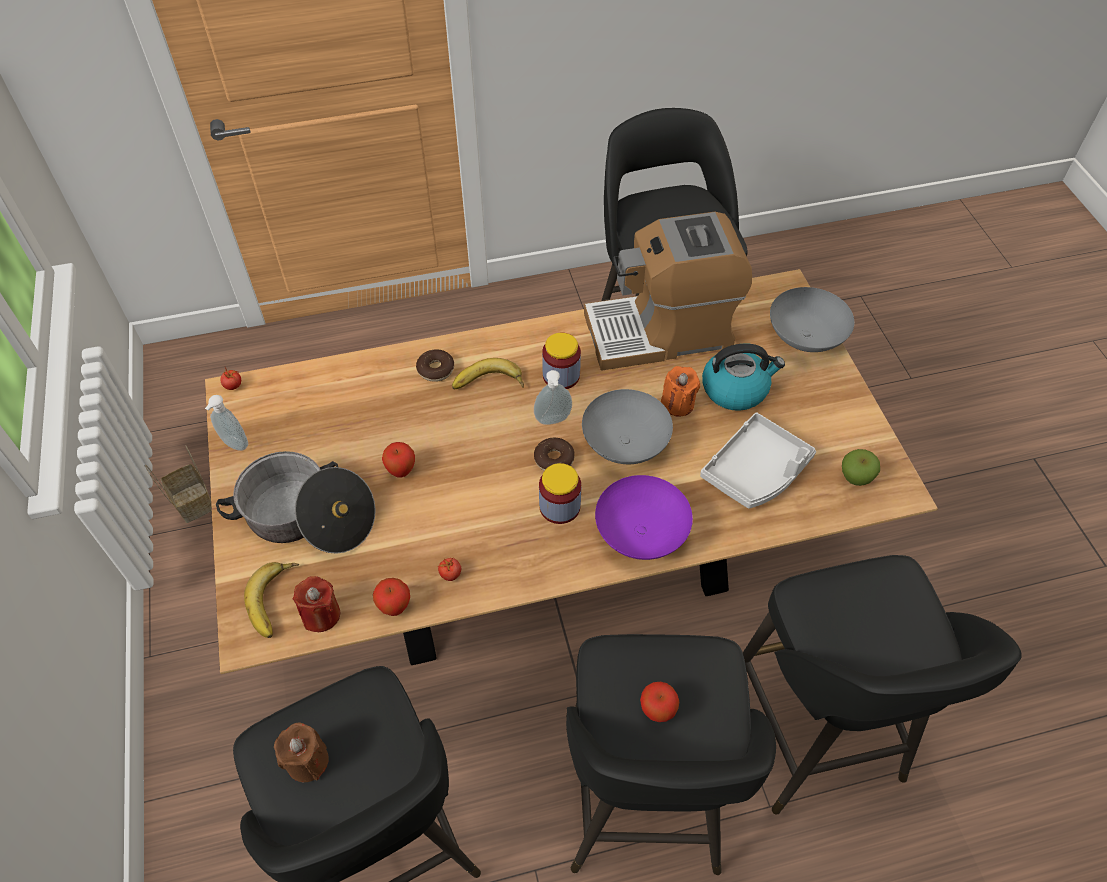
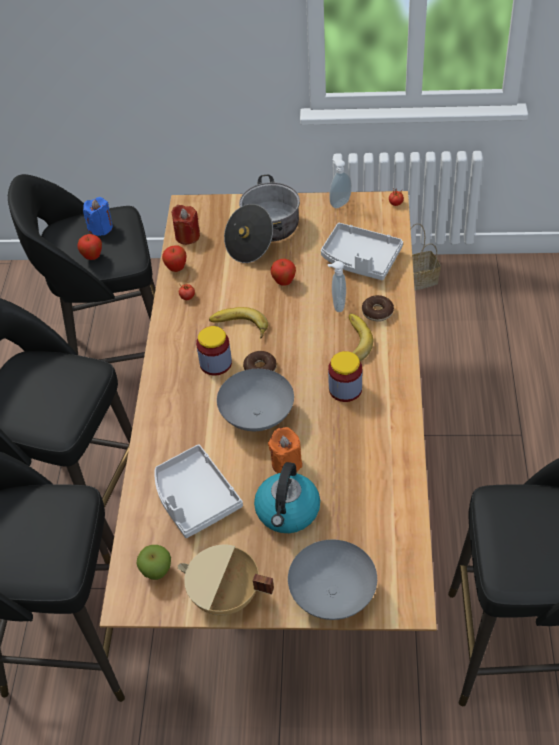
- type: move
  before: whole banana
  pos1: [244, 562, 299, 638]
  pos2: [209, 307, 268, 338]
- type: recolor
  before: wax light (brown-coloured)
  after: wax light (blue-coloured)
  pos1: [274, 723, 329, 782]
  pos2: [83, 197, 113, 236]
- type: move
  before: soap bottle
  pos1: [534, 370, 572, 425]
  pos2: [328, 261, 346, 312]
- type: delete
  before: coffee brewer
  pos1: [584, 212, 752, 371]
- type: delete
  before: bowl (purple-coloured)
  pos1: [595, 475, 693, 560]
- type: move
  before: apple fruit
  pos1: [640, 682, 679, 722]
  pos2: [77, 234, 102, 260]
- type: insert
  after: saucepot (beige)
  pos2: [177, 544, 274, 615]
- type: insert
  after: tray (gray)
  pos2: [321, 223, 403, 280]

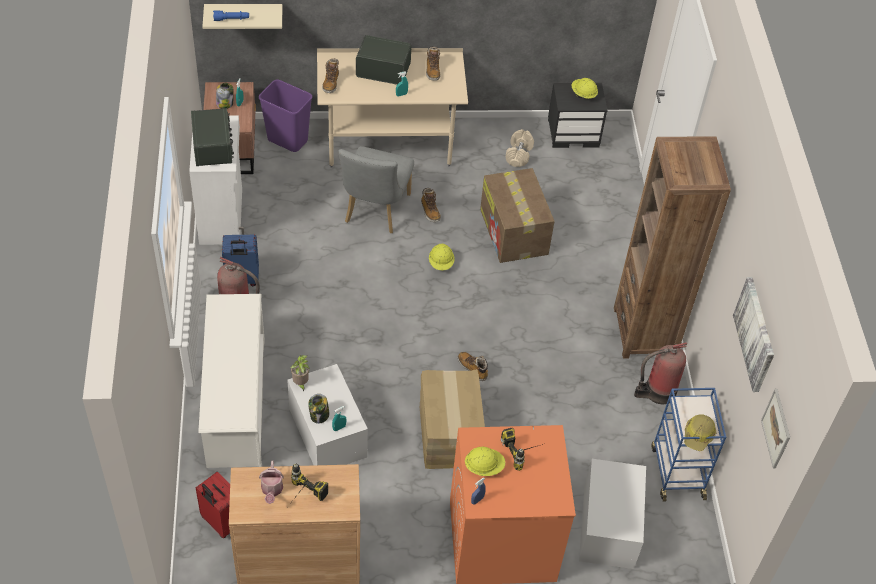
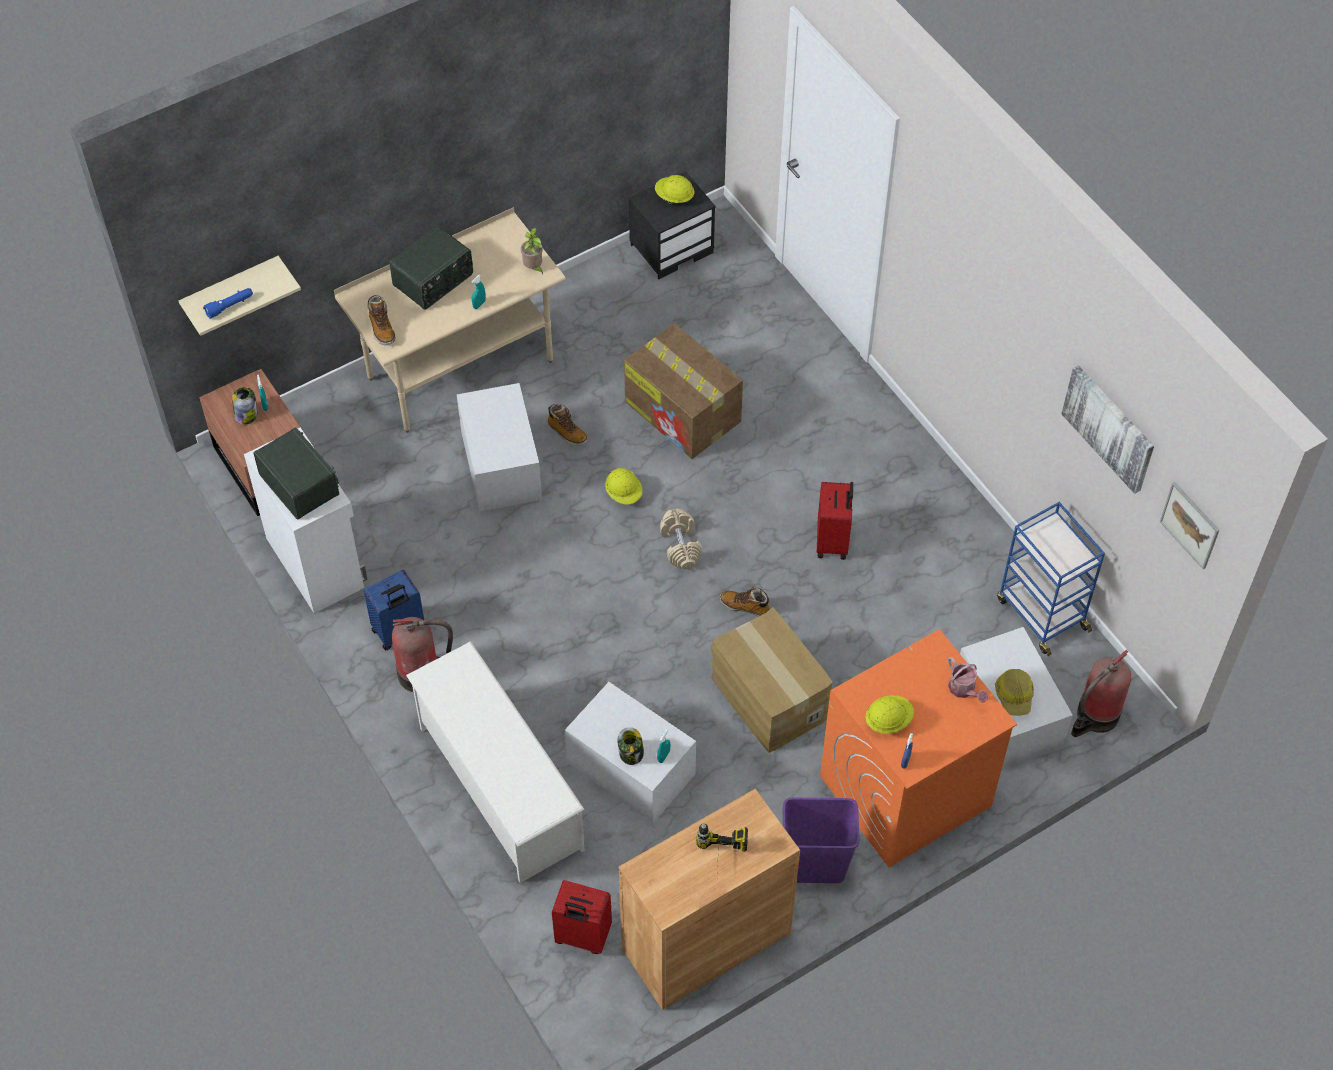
- type: move
  before: rubbish bin (purple-coloured)
  pos1: [259, 79, 312, 152]
  pos2: [783, 798, 859, 883]
- type: move
  before: watering can
  pos1: [259, 460, 284, 504]
  pos2: [948, 657, 988, 703]
- type: move
  before: plant in a pot
  pos1: [291, 355, 310, 392]
  pos2: [521, 228, 543, 274]
- type: replace
  before: upright chair (gray)
  after: storage container (whitish)
  pos1: [338, 146, 414, 233]
  pos2: [457, 383, 542, 512]
- type: rotate
  before: radio set
  pos1: [356, 35, 412, 85]
  pos2: [390, 226, 473, 310]
  turn: 150
- type: delete
  before: boot
  pos1: [426, 46, 441, 81]
- type: delete
  before: drill
  pos1: [501, 428, 543, 471]
- type: move
  before: hand weight (beige)
  pos1: [506, 129, 534, 167]
  pos2: [660, 508, 702, 569]
- type: delete
  before: bookshelf (brown-coloured)
  pos1: [614, 136, 731, 359]
- type: move
  before: fire-fighting cylinder
  pos1: [634, 342, 687, 404]
  pos2: [1071, 650, 1131, 737]
- type: move
  before: safety helmet
  pos1: [684, 414, 717, 451]
  pos2: [995, 669, 1034, 716]
- type: insert
  after: piece of luggage (red-coloured)
  pos2: [817, 482, 853, 560]

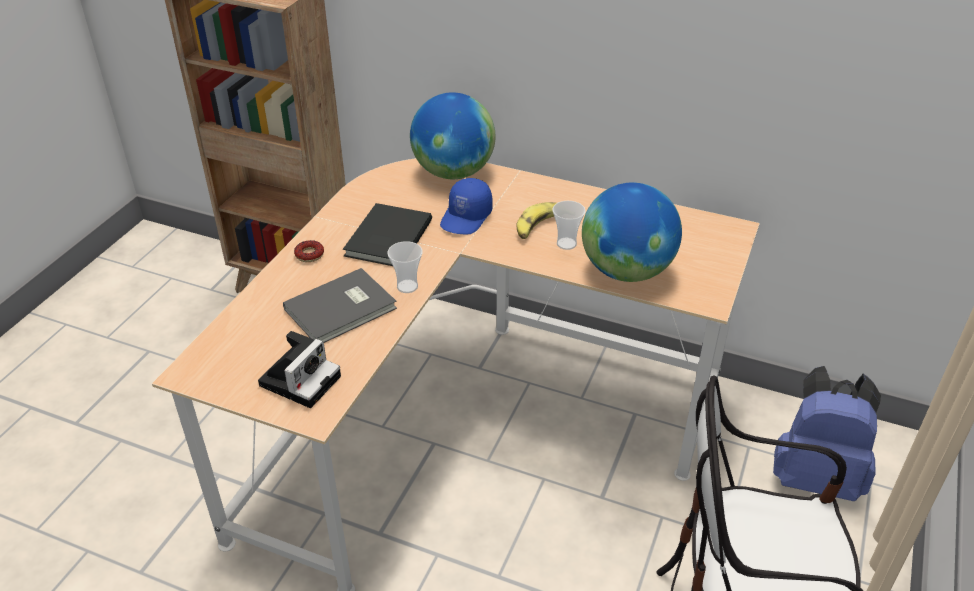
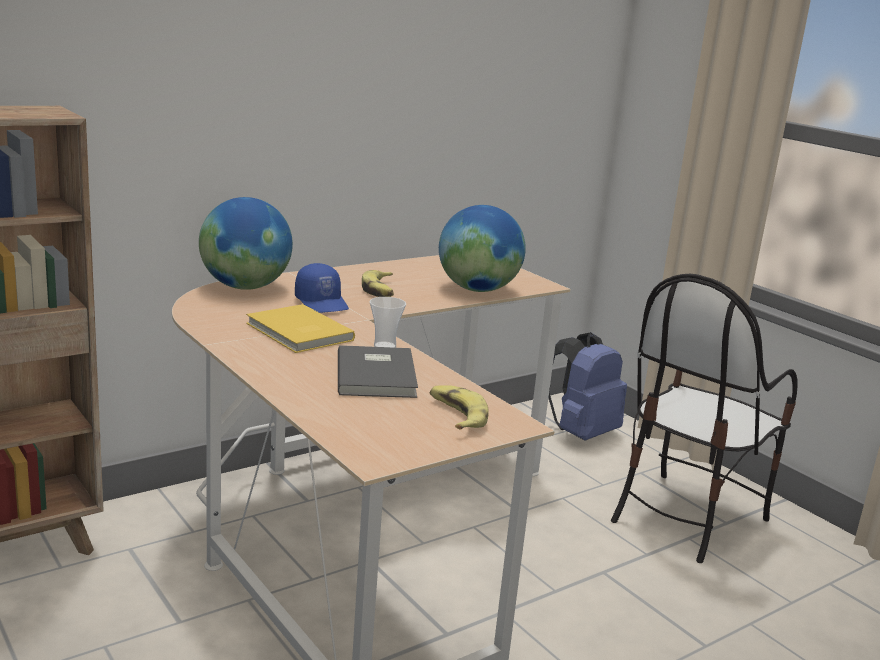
- type: replace
  before: still camera
  after: whole banana
  pos1: [258, 331, 341, 408]
  pos2: [429, 385, 489, 430]
- type: delete
  before: donut
  pos1: [294, 240, 324, 262]
- type: recolor
  before: book (black)
  after: book (yellow)
  pos1: [343, 203, 432, 266]
  pos2: [246, 304, 355, 353]
- type: delete
  before: small cup
  pos1: [552, 201, 586, 250]

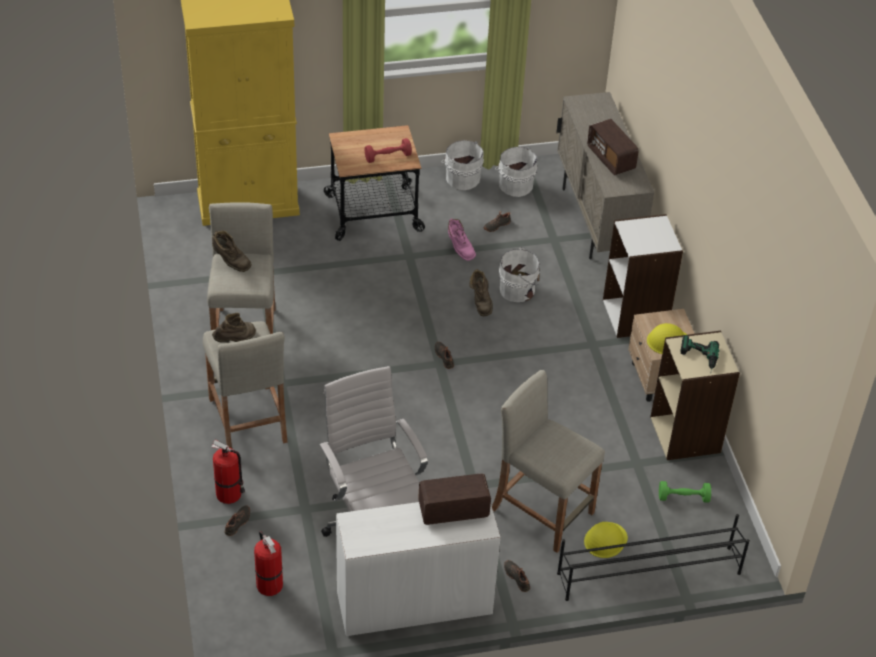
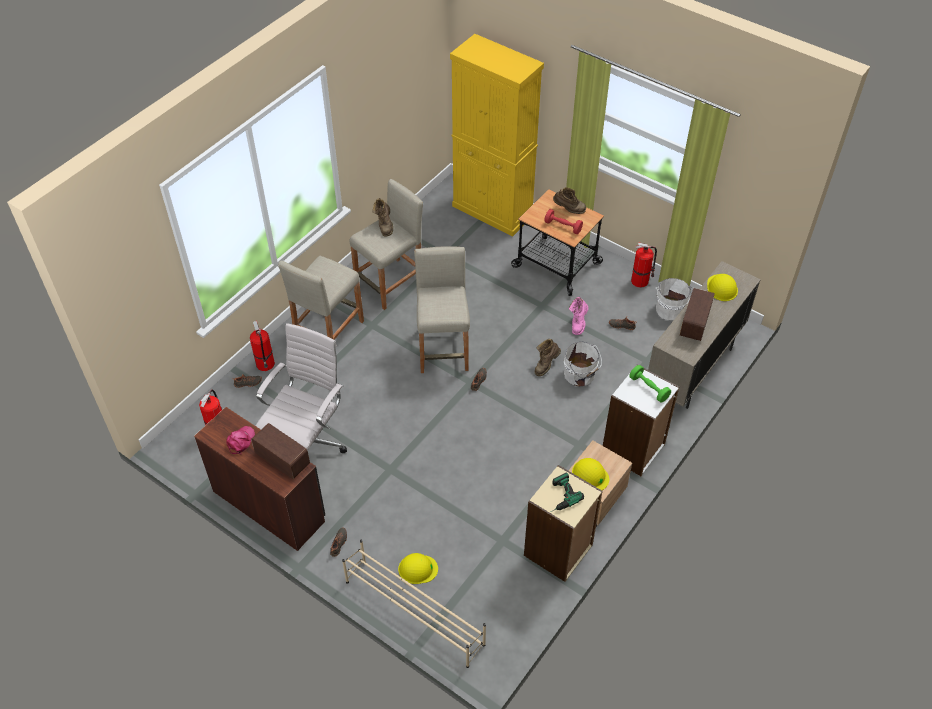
- type: move
  before: boot (brown-coloured)
  pos1: [212, 313, 256, 343]
  pos2: [553, 187, 586, 214]
- type: recolor
  before: desk table (whitish)
  after: desk table (brown-coloured)
  pos1: [336, 502, 501, 636]
  pos2: [194, 407, 325, 551]
- type: replace
  before: water bucket (whitish)
  after: fire-fighting cylinder
  pos1: [441, 140, 484, 190]
  pos2: [631, 242, 657, 288]
- type: move
  before: stool seat (beige)
  pos1: [492, 370, 605, 553]
  pos2: [414, 246, 470, 373]
- type: recolor
  before: shoe stand (black)
  after: shoe stand (beige)
  pos1: [557, 514, 750, 601]
  pos2: [342, 540, 486, 668]
- type: move
  before: hand weight (green-coloured)
  pos1: [659, 481, 711, 503]
  pos2: [630, 365, 671, 403]
- type: insert
  after: baseball cap (pink)
  pos2: [226, 426, 255, 454]
- type: insert
  after: safety helmet (yellow)
  pos2: [707, 274, 738, 301]

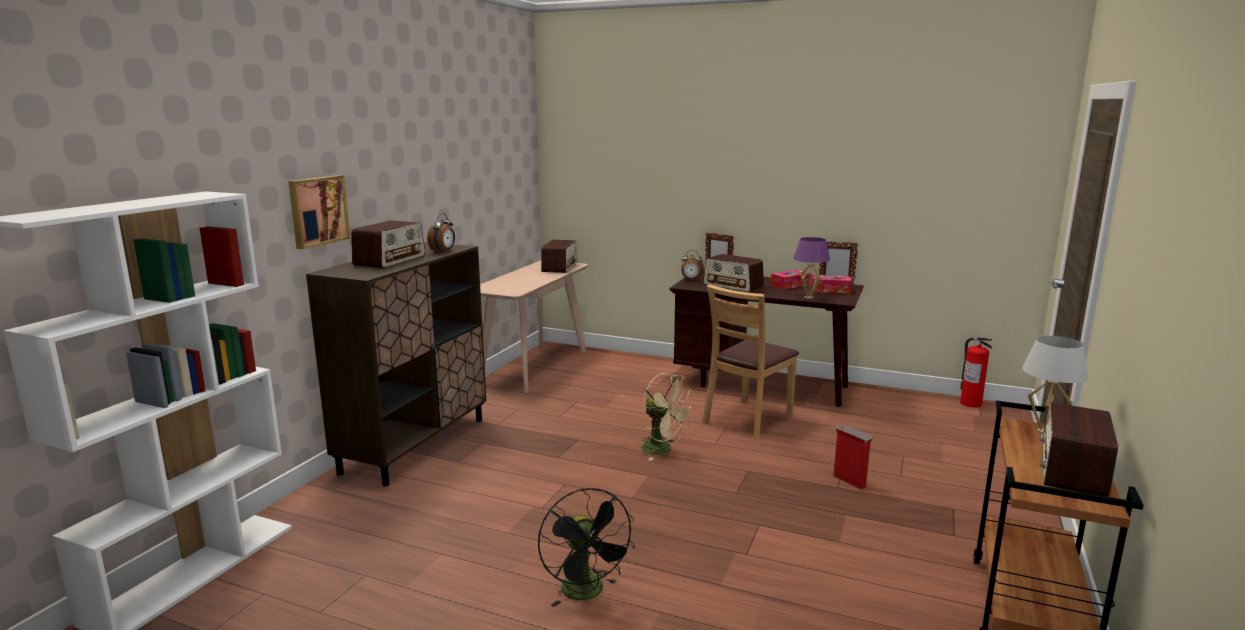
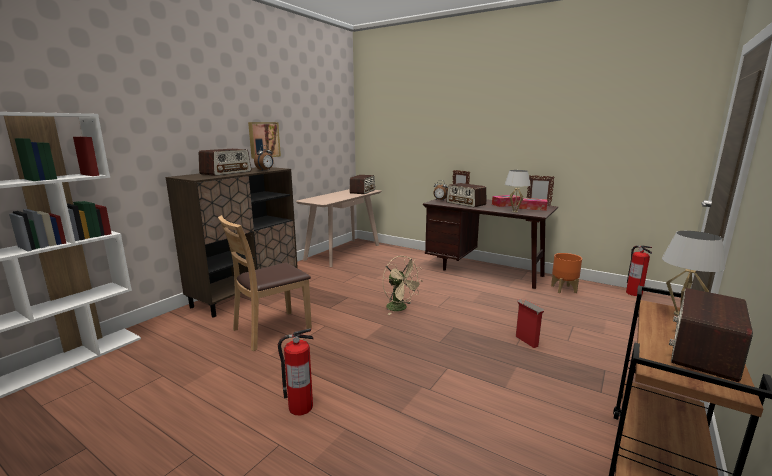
- type: move
  before: wall picture
  pos1: [288, 175, 351, 249]
  pos2: [248, 122, 281, 159]
- type: replace
  before: cooling fan (black)
  after: fire-fighting cylinder
  pos1: [538, 488, 635, 607]
  pos2: [278, 328, 313, 415]
- type: move
  before: upright chair (brown-coloured)
  pos1: [702, 284, 799, 440]
  pos2: [218, 215, 312, 351]
- type: recolor
  before: tabletop lamp (purple-coloured)
  after: tabletop lamp (whitish)
  pos1: [794, 237, 830, 299]
  pos2: [505, 170, 531, 213]
- type: insert
  after: plant pot (orange)
  pos2: [551, 253, 582, 293]

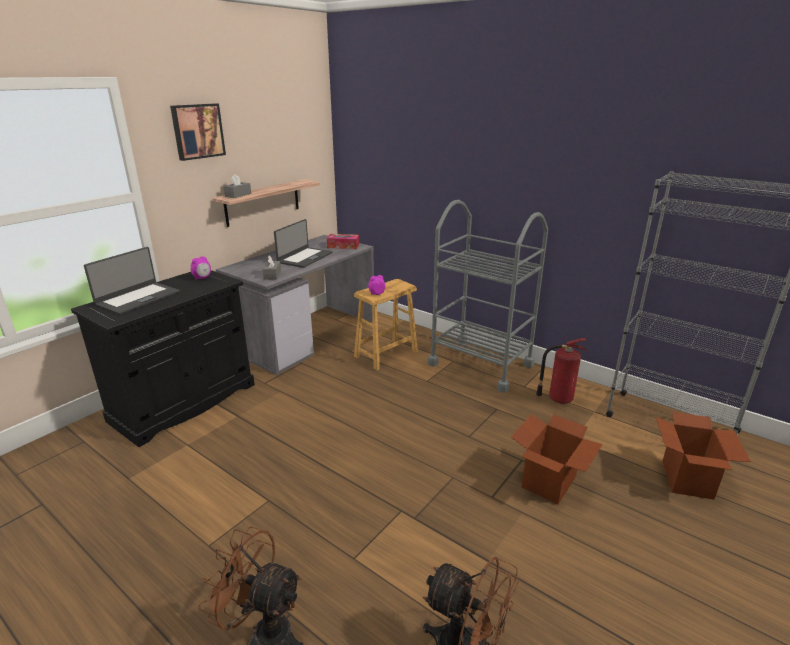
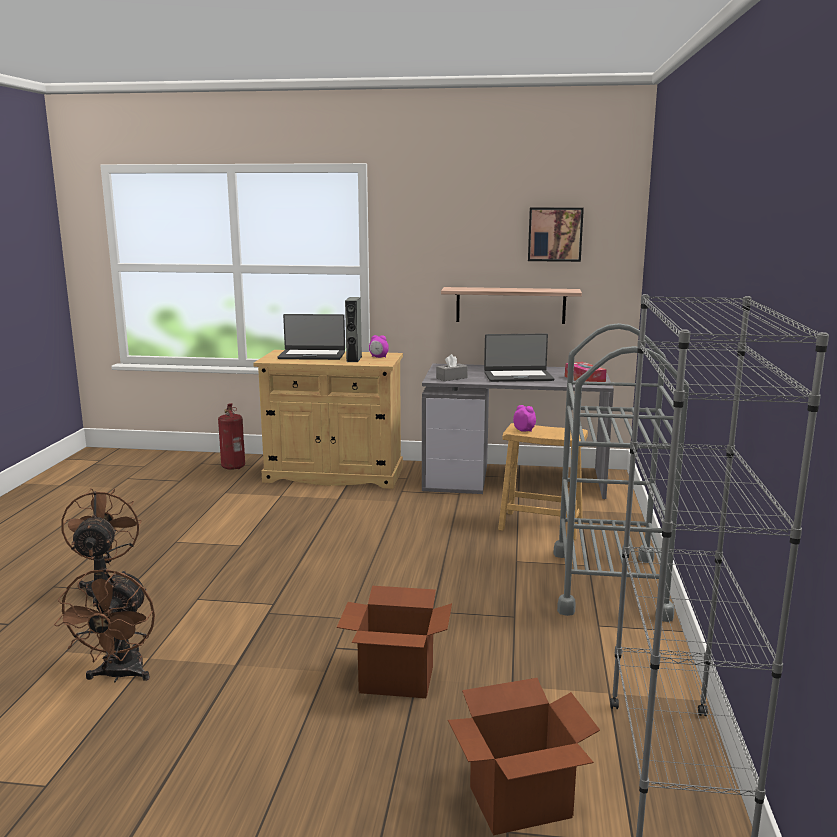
- type: recolor
  before: cupboard (black)
  after: cupboard (beige)
  pos1: [71, 270, 255, 447]
  pos2: [253, 350, 403, 489]
- type: move
  before: wall picture
  pos1: [170, 103, 226, 161]
  pos2: [528, 207, 584, 262]
- type: delete
  before: tissue box (gray)
  pos1: [223, 174, 251, 198]
- type: move
  before: fire-fighting cylinder
  pos1: [536, 338, 587, 404]
  pos2: [218, 403, 245, 470]
- type: insert
  after: loudspeaker (gray)
  pos2: [345, 297, 362, 362]

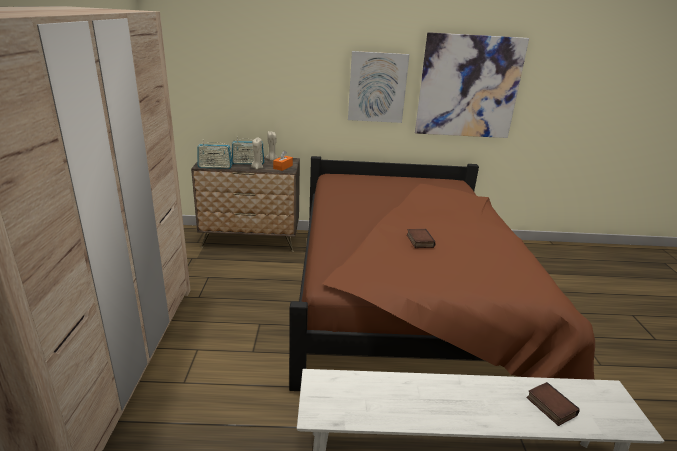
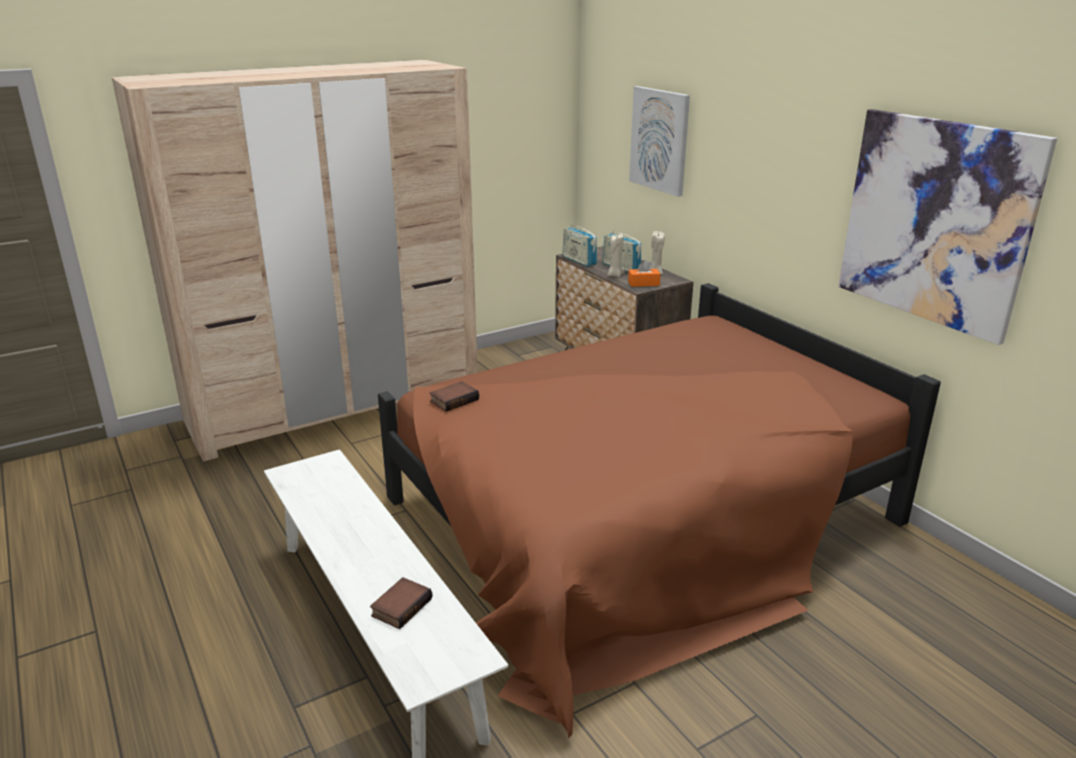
- type: move
  before: wall picture
  pos1: [348, 51, 409, 123]
  pos2: [629, 86, 690, 197]
- type: move
  before: book
  pos1: [407, 229, 436, 248]
  pos2: [430, 381, 479, 412]

